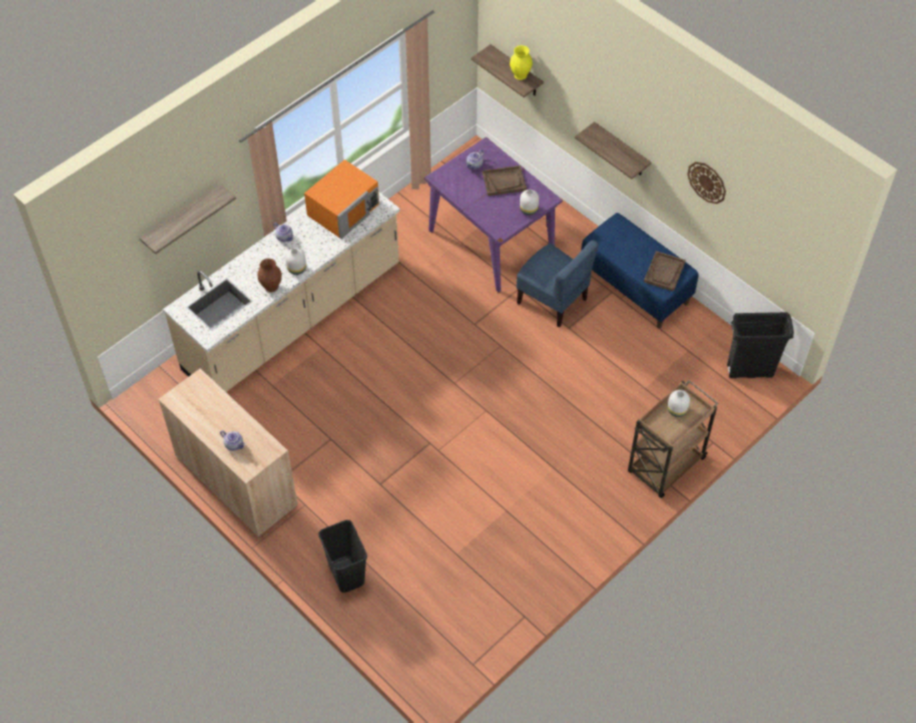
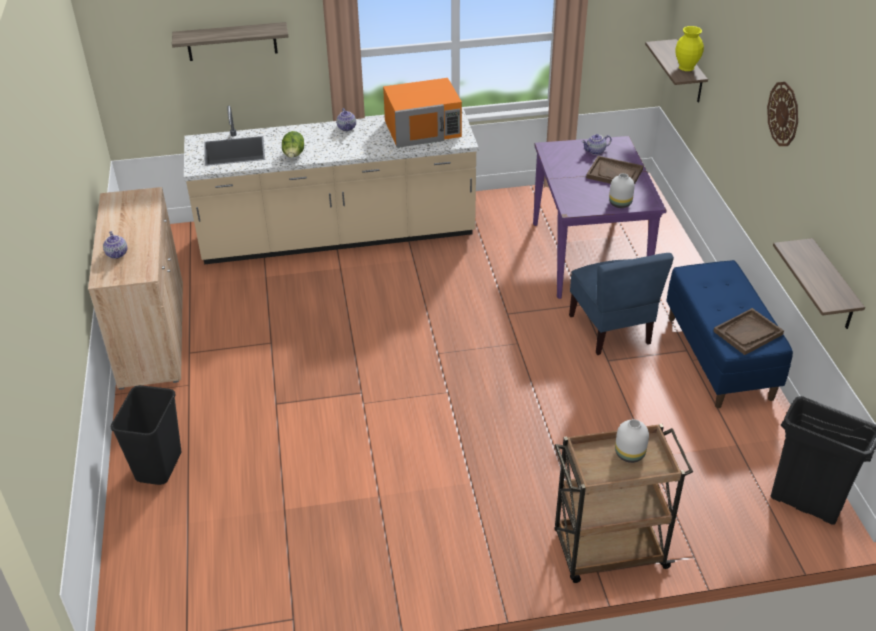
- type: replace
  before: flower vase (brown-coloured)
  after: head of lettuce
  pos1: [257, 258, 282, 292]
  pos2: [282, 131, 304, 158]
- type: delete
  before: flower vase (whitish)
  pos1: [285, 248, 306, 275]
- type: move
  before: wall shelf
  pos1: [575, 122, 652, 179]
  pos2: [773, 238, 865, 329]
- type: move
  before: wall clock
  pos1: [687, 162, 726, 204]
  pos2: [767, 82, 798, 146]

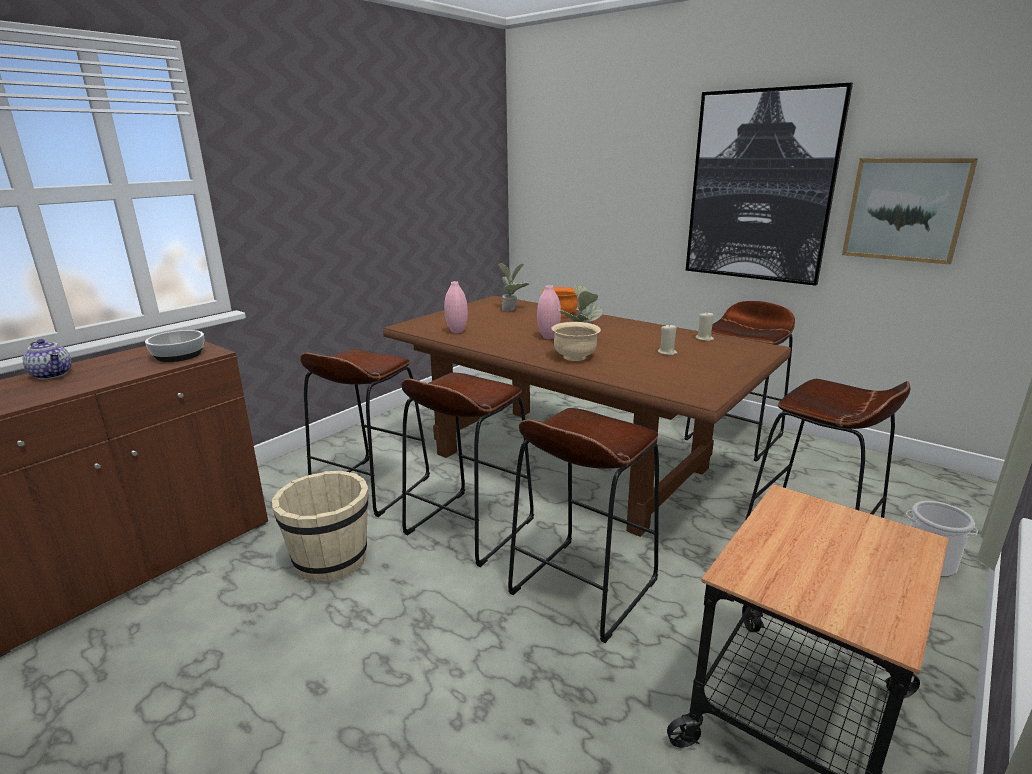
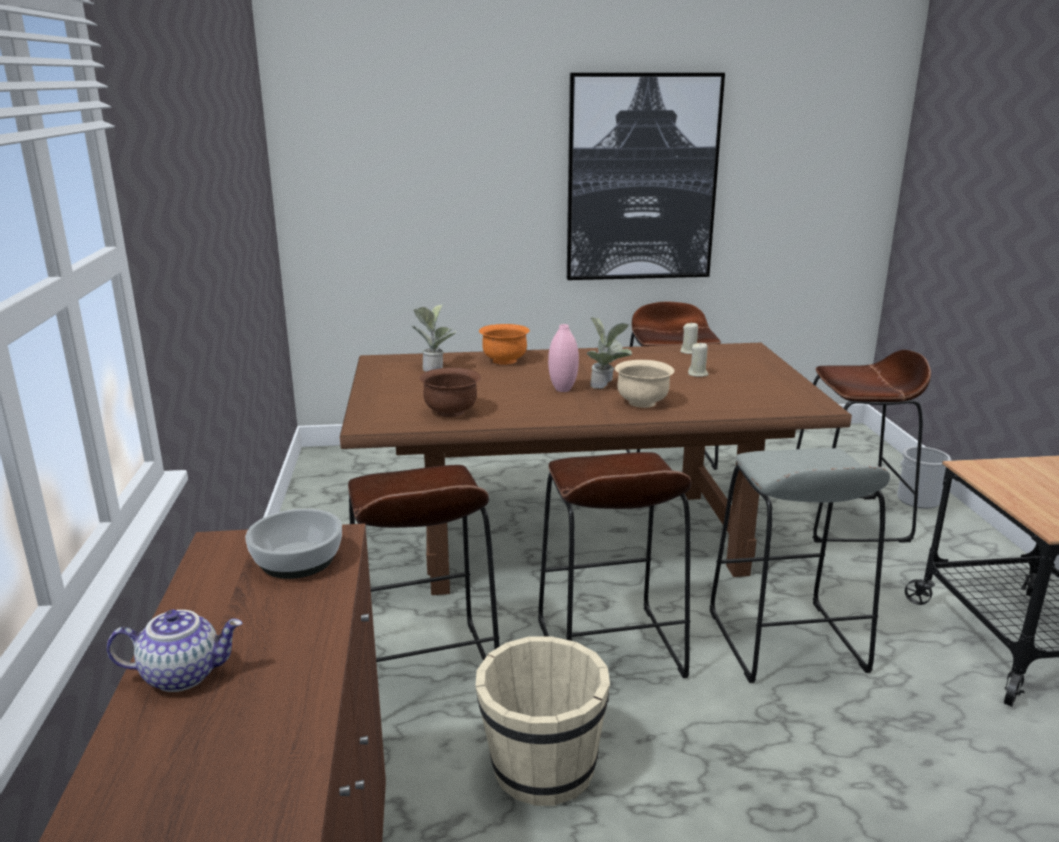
- type: replace
  before: flower vase (pink)
  after: bowl (brown-coloured)
  pos1: [444, 281, 468, 333]
  pos2: [419, 368, 481, 417]
- type: recolor
  before: stool seat (brown-coloured)
  after: stool seat (gray)
  pos1: [508, 408, 659, 643]
  pos2: [710, 448, 890, 683]
- type: delete
  before: wall picture
  pos1: [842, 158, 978, 265]

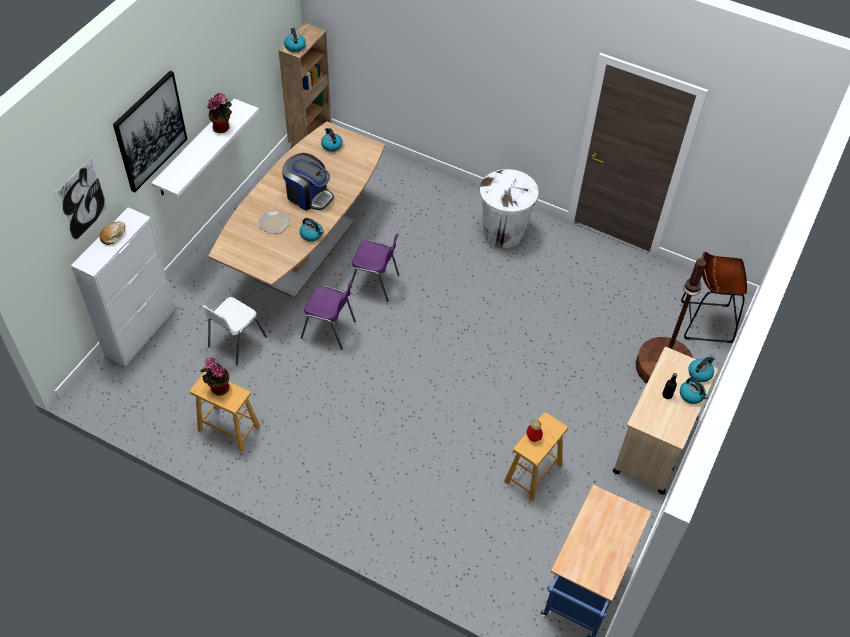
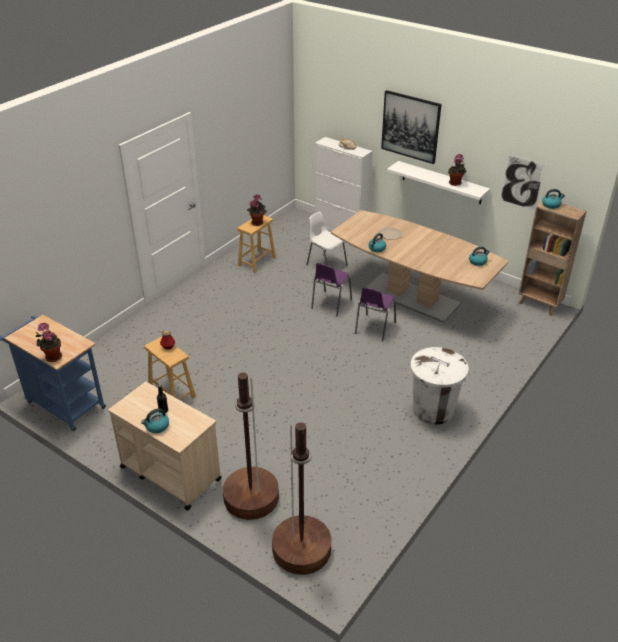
- type: move
  before: wall picture
  pos1: [54, 156, 109, 245]
  pos2: [500, 154, 545, 211]
- type: delete
  before: coffee brewer
  pos1: [282, 153, 334, 211]
- type: replace
  before: stool seat (brown-coloured)
  after: standing lamp (brown-coloured)
  pos1: [681, 252, 747, 343]
  pos2: [272, 422, 331, 575]
- type: delete
  before: water kettle
  pos1: [688, 356, 715, 382]
- type: insert
  after: plant in a pot
  pos2: [35, 323, 62, 362]

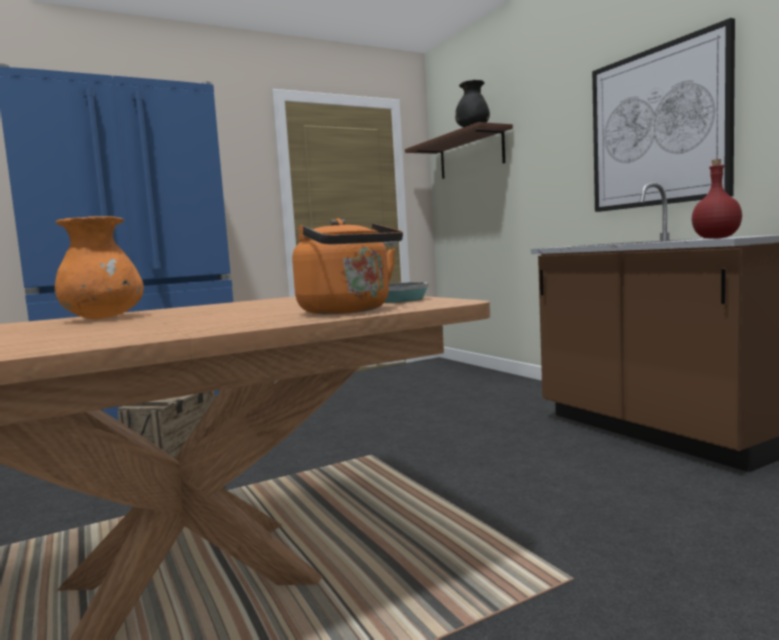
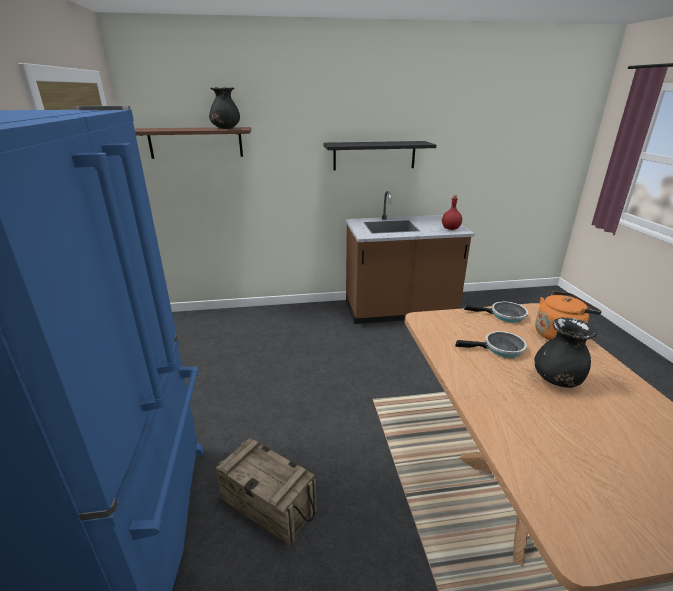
- type: delete
  before: flower vase (orange)
  pos1: [55, 216, 144, 319]
- type: replace
  before: wall picture
  after: wall shelf (black)
  pos1: [592, 18, 735, 212]
  pos2: [323, 141, 437, 170]
- type: insert
  after: skillet
  pos2: [455, 331, 527, 358]
- type: insert
  after: flower vase (black)
  pos2: [534, 317, 597, 388]

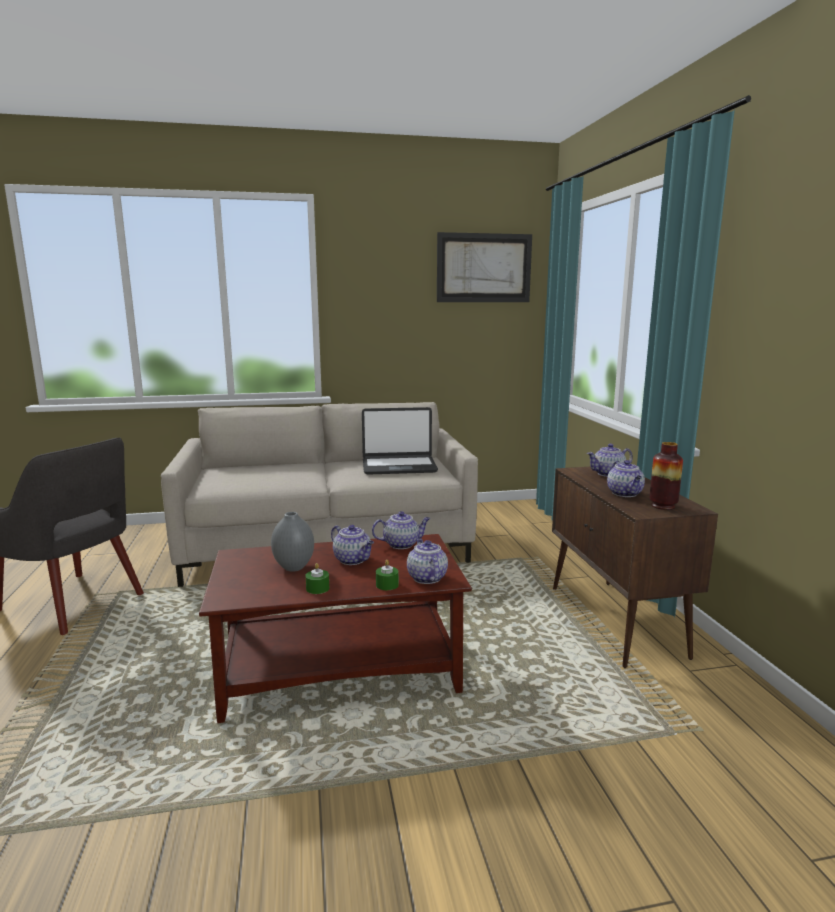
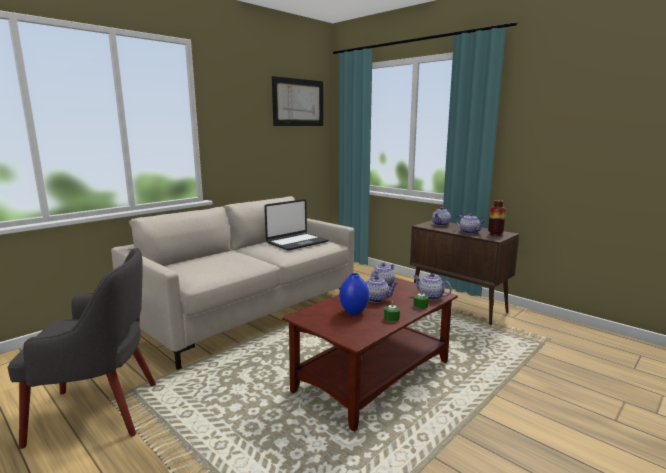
- type: recolor
  before: flower vase (gray)
  after: flower vase (blue-coloured)
  pos1: [271, 512, 314, 572]
  pos2: [339, 273, 369, 315]

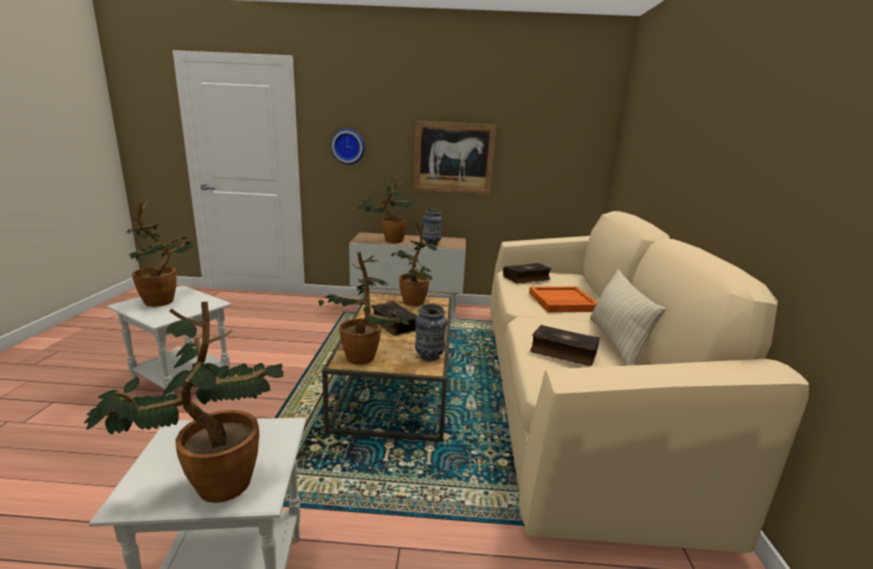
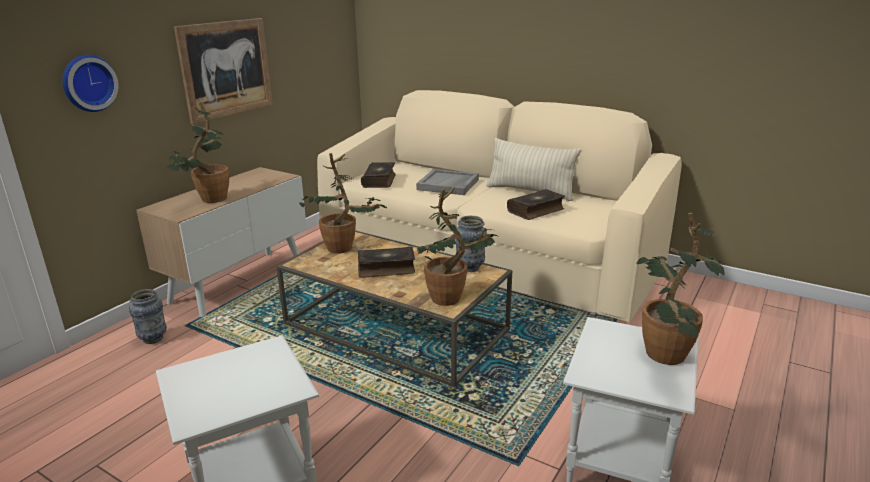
- type: delete
  before: plant in a pot
  pos1: [126, 200, 193, 307]
- type: move
  before: flower vase
  pos1: [422, 209, 443, 246]
  pos2: [129, 289, 167, 344]
- type: recolor
  before: tray (orange)
  after: tray (gray)
  pos1: [529, 286, 597, 313]
  pos2: [416, 169, 479, 195]

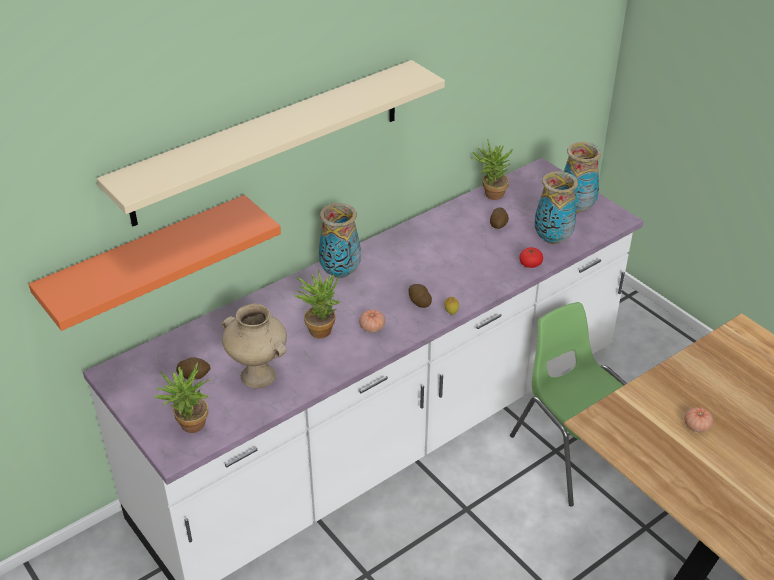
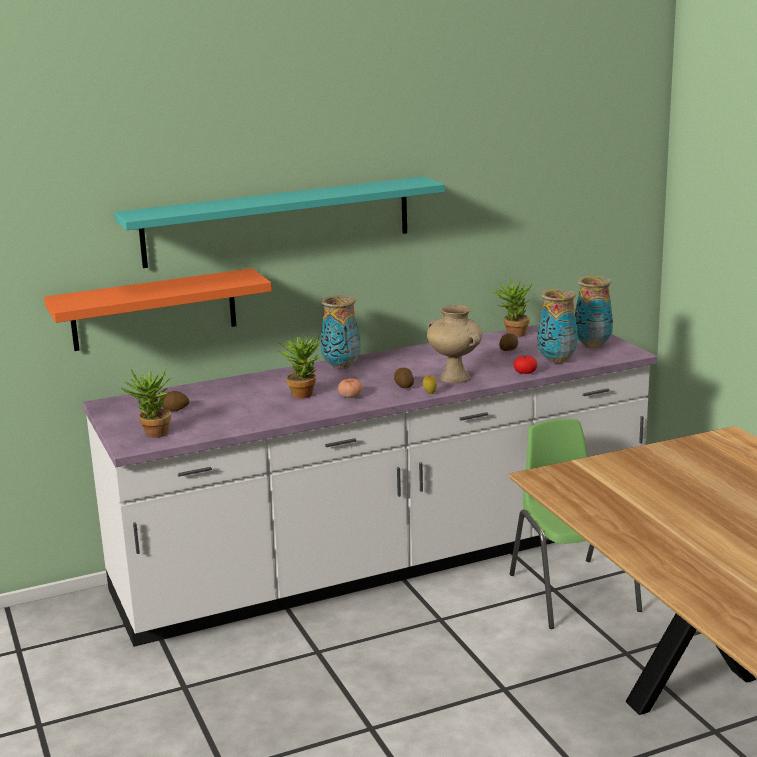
- type: recolor
  before: wall shelf (beige)
  after: wall shelf (turquoise-coloured)
  pos1: [96, 60, 445, 226]
  pos2: [114, 177, 445, 268]
- type: move
  before: flower vase (beige)
  pos1: [221, 303, 287, 388]
  pos2: [427, 305, 483, 383]
- type: delete
  before: fresh tomato
  pos1: [684, 407, 713, 432]

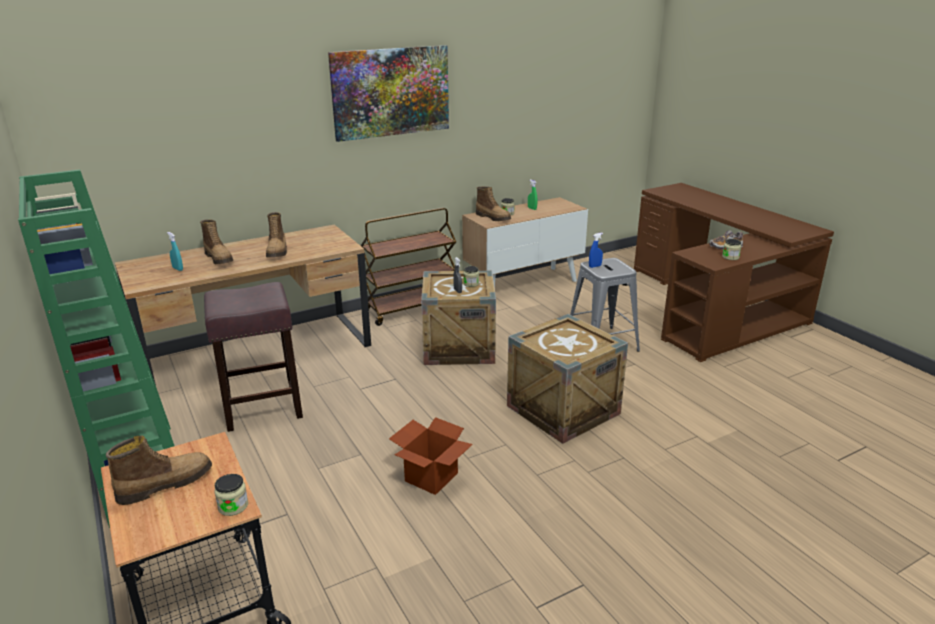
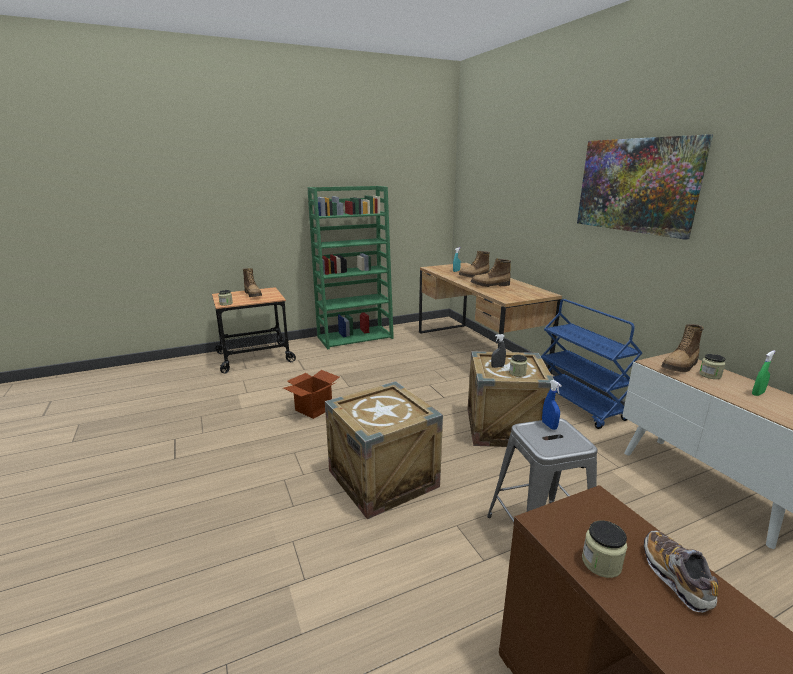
- type: delete
  before: stool seat (brown-coloured)
  pos1: [204, 282, 303, 432]
- type: recolor
  before: trolley (brown-coloured)
  after: trolley (blue-coloured)
  pos1: [361, 208, 456, 326]
  pos2: [541, 299, 642, 429]

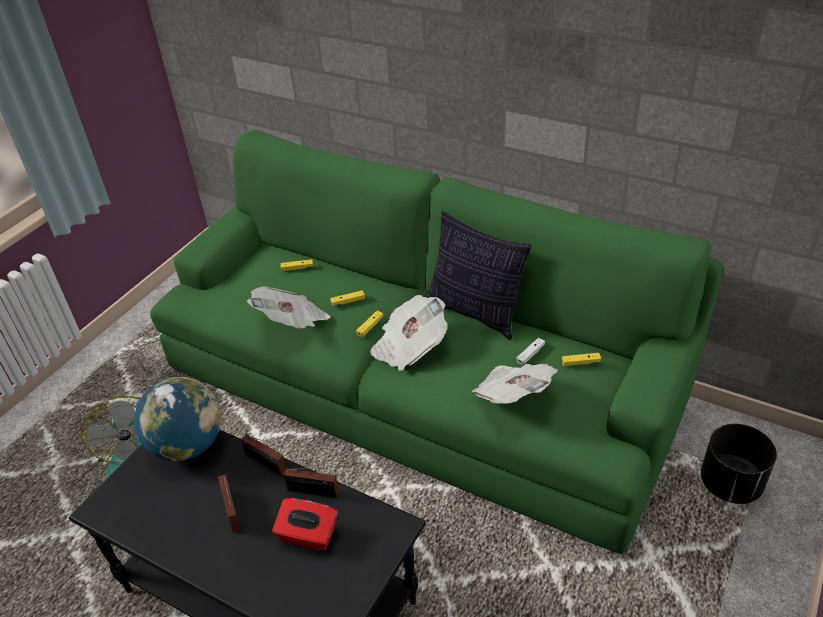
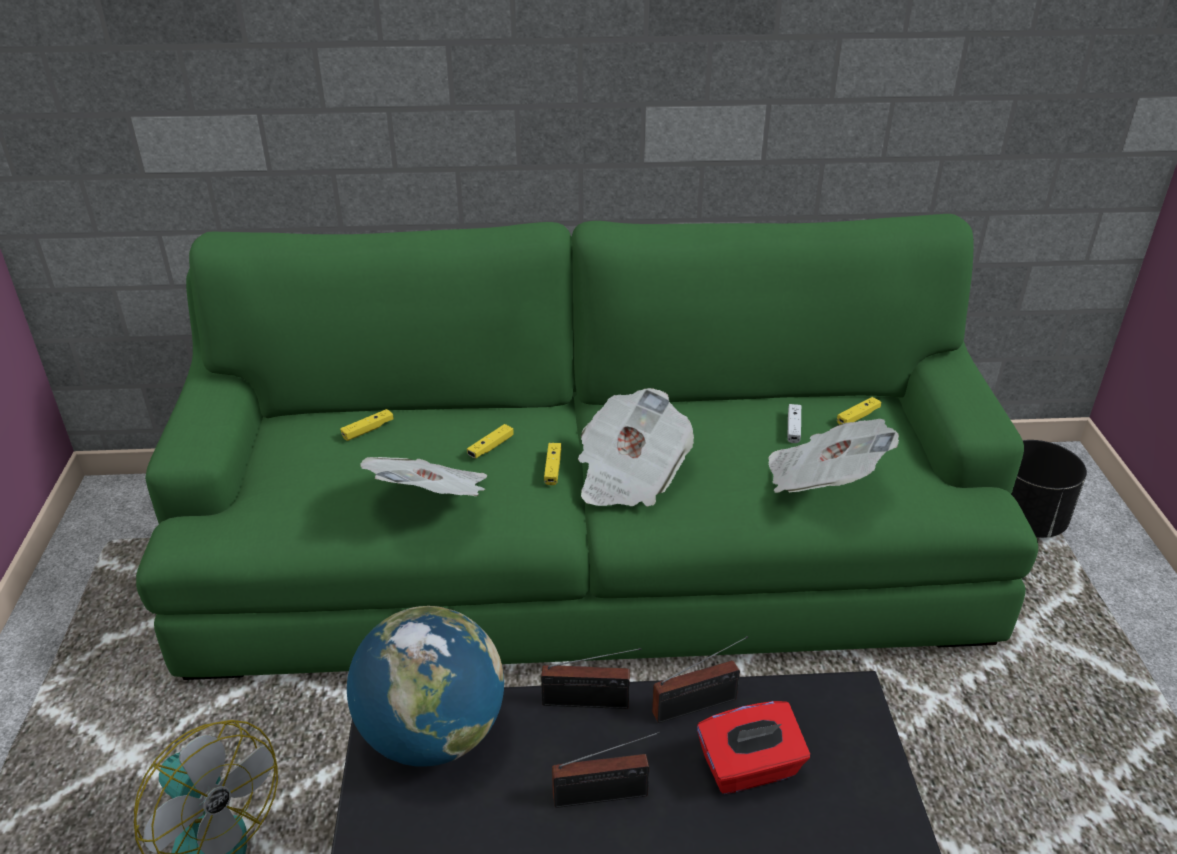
- type: rotate
  before: radio set
  pos1: [218, 474, 241, 532]
  pos2: [552, 732, 660, 808]
  turn: -45
- type: delete
  before: cushion
  pos1: [427, 211, 531, 340]

